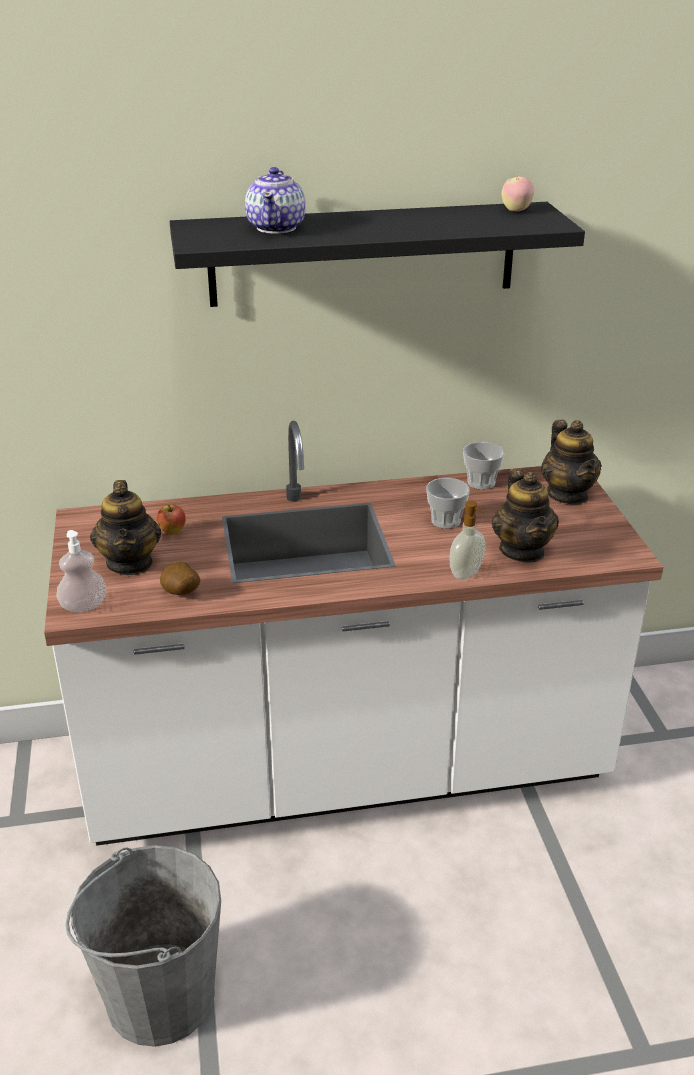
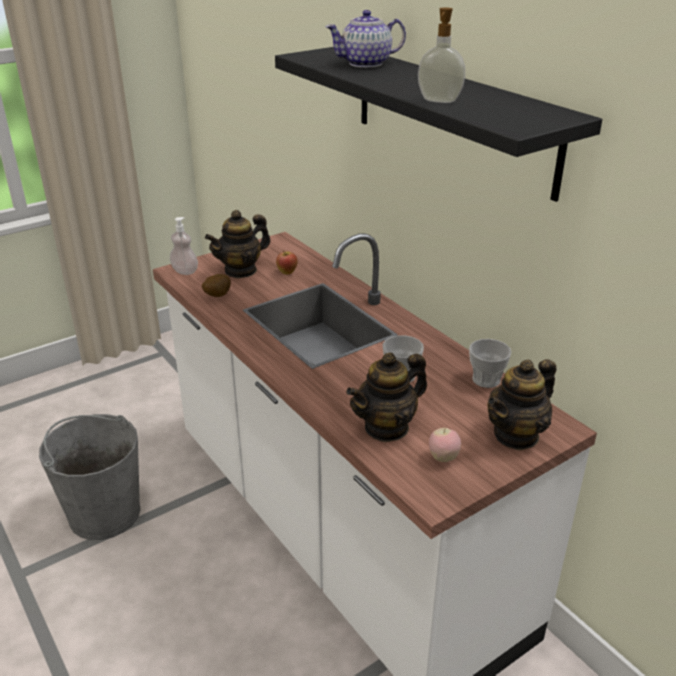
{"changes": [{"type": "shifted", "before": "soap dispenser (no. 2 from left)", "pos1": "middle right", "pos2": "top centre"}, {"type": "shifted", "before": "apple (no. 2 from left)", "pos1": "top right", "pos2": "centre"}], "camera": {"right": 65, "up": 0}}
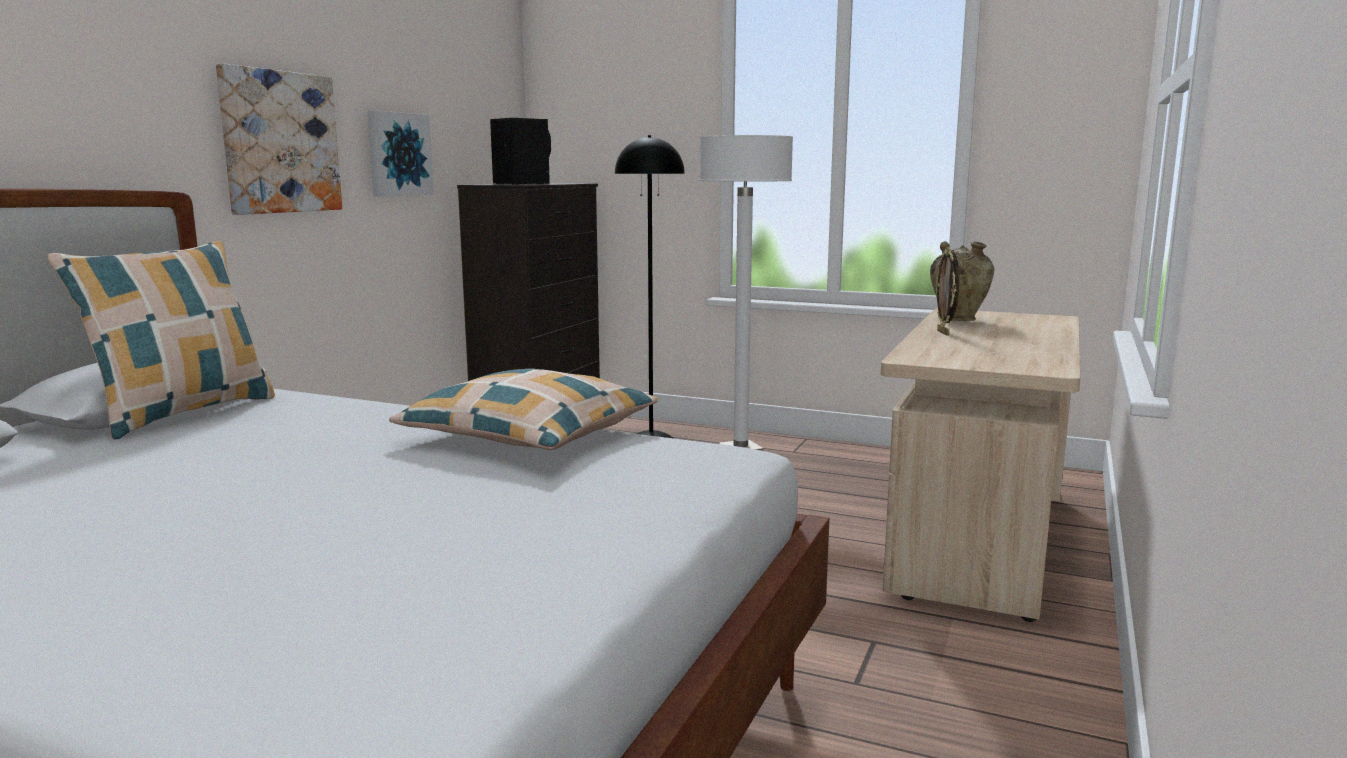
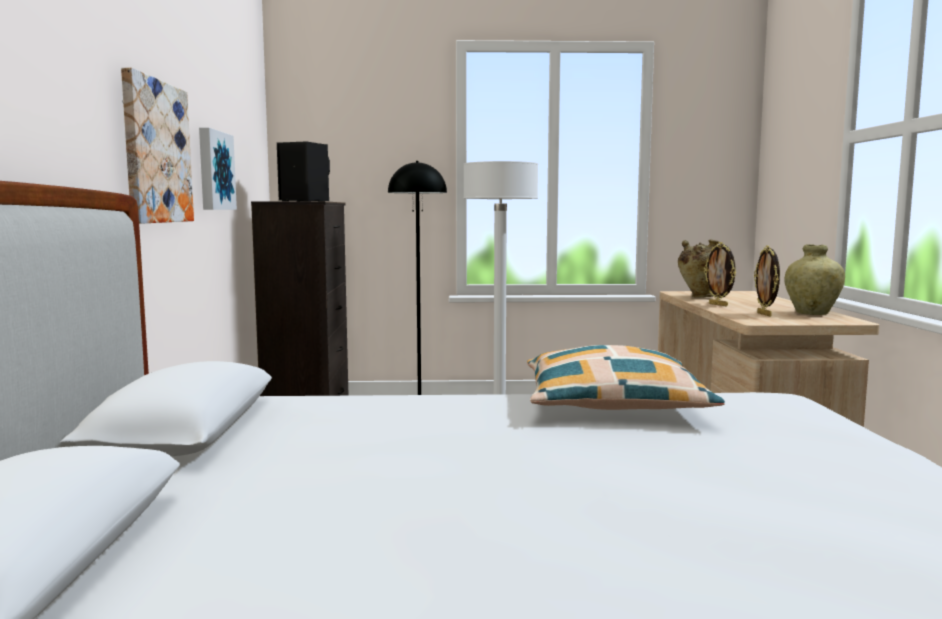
{"changes": [{"type": "gone", "before": "pillow (no. 1 from left)", "pos1": "middle left"}, {"type": "new", "after": "picture frame (no. 2 from left)", "pos2": "middle right"}, {"type": "new", "after": "beige vase (no. 2 from left)", "pos2": "middle right"}], "camera": {"right": -25, "up": -5}}
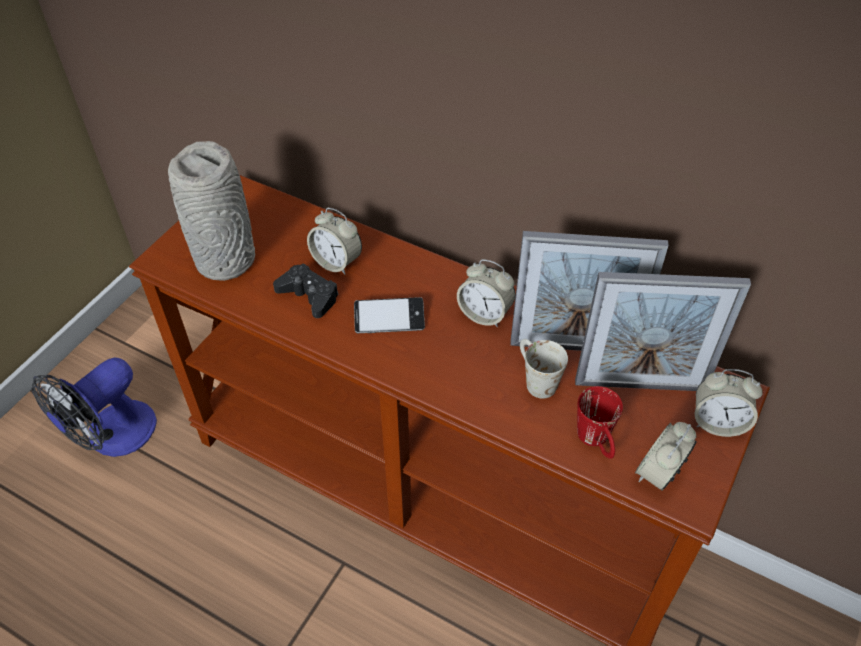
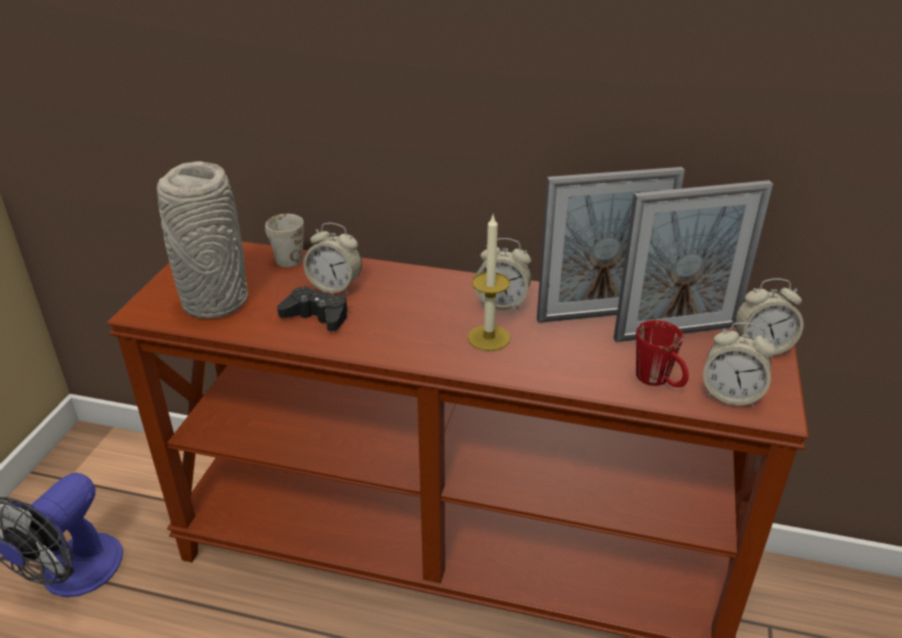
{"changes": [{"type": "gone", "before": "phone", "pos1": "centre"}, {"type": "new", "after": "candle", "pos2": "centre"}, {"type": "shifted", "before": "white mug", "pos1": "centre", "pos2": "middle left"}, {"type": "rotated", "before": "alarm clock (no. 3 from left)", "pos1": "bottom right", "pos2": "middle right", "turn": -90}], "camera": {"right": -15, "up": -15}}
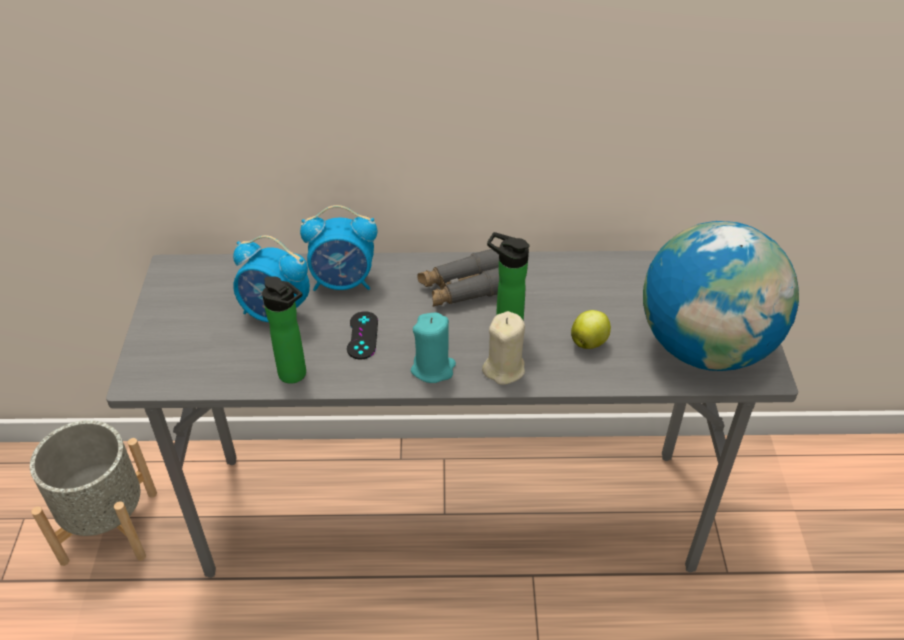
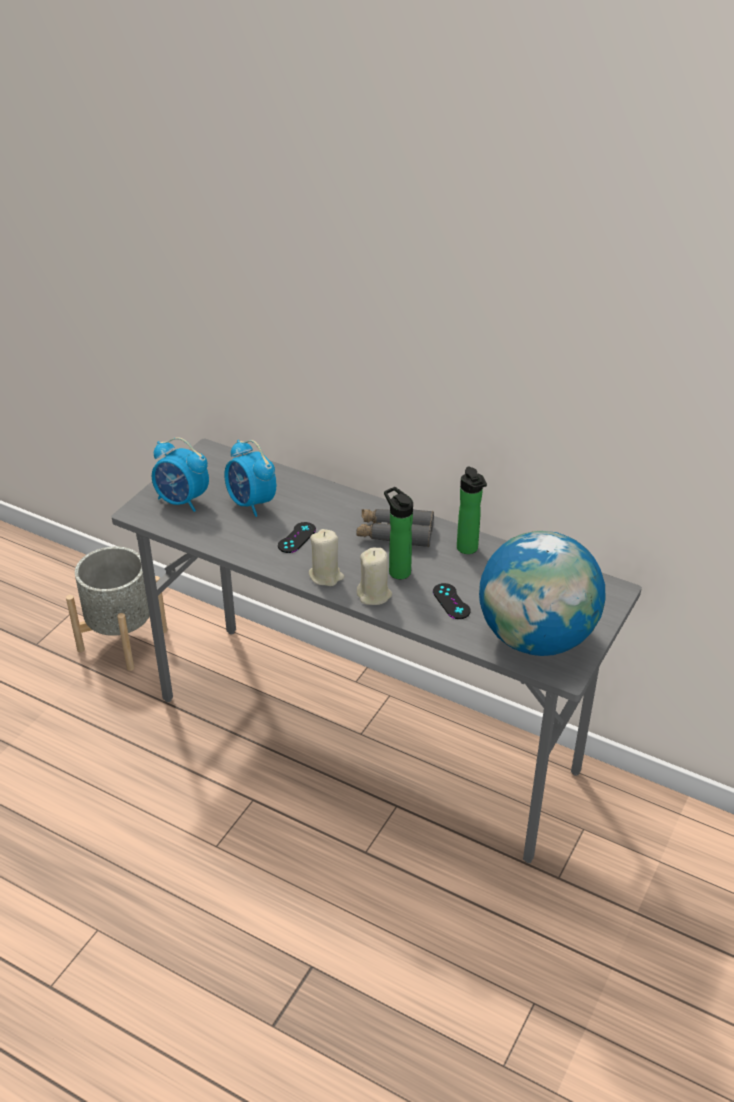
{"changes": [{"type": "shifted", "before": "bottle (no. 1 from left in the first image)", "after": "bottle (no. 2 from left)", "pos1": "middle left", "pos2": "centre"}, {"type": "shifted", "before": "alarm clock (no. 2 from left in the first image)", "after": "alarm clock (no. 1 from left)", "pos1": "centre", "pos2": "middle left"}, {"type": "swapped", "before": "apple", "after": "black game controller (no. 2 from left)", "pos1": "centre", "pos2": "centre"}, {"type": "repainted", "before": "turquoise candle", "after": "beige candle (no. 1 from left)", "pos1": "centre", "pos2": "centre"}], "camera": {"right": 30, "up": -5}}
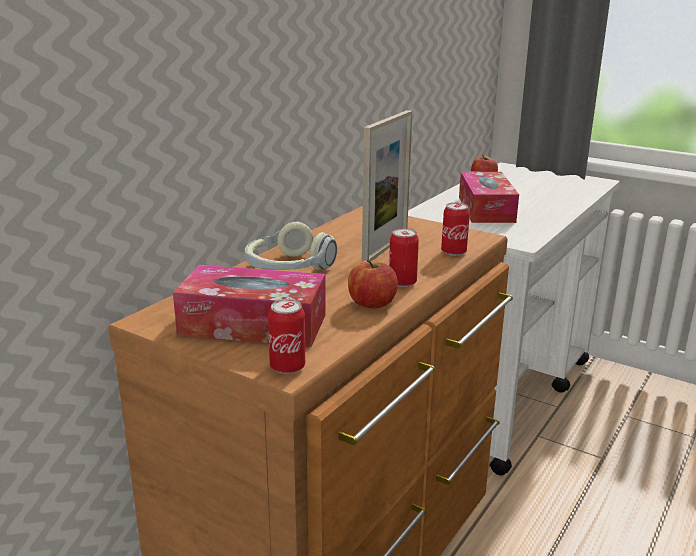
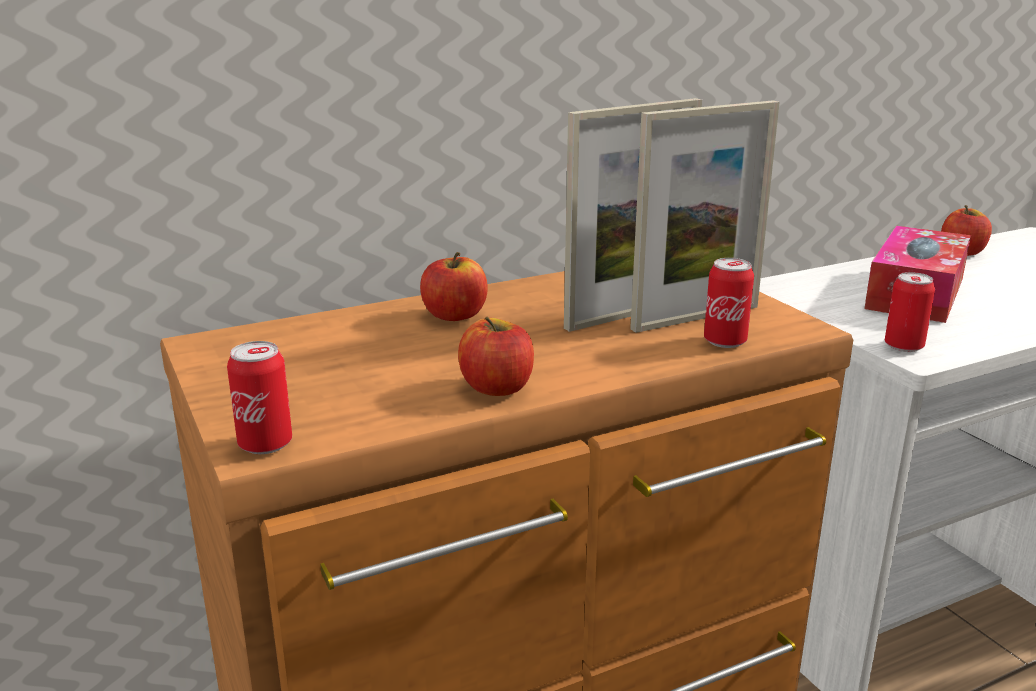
{"changes": [{"type": "gone", "before": "tissue box (no. 1 from left)", "pos1": "centre"}, {"type": "new", "after": "picture frame (no. 2 from left)", "pos2": "top right"}, {"type": "shifted", "before": "can (no. 2 from left in the first image)", "after": "can (no. 3 from left)", "pos1": "centre", "pos2": "middle right"}, {"type": "swapped", "before": "headphones", "after": "apple (no. 1 from left)", "pos1": "centre", "pos2": "centre"}], "camera": {"right": 30, "up": 0}}
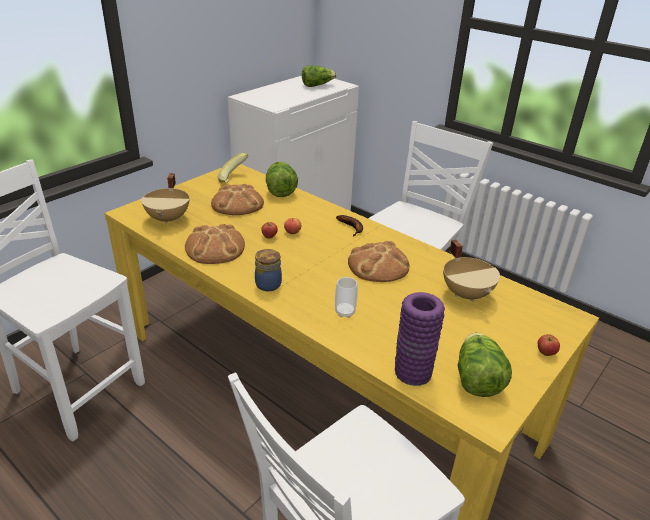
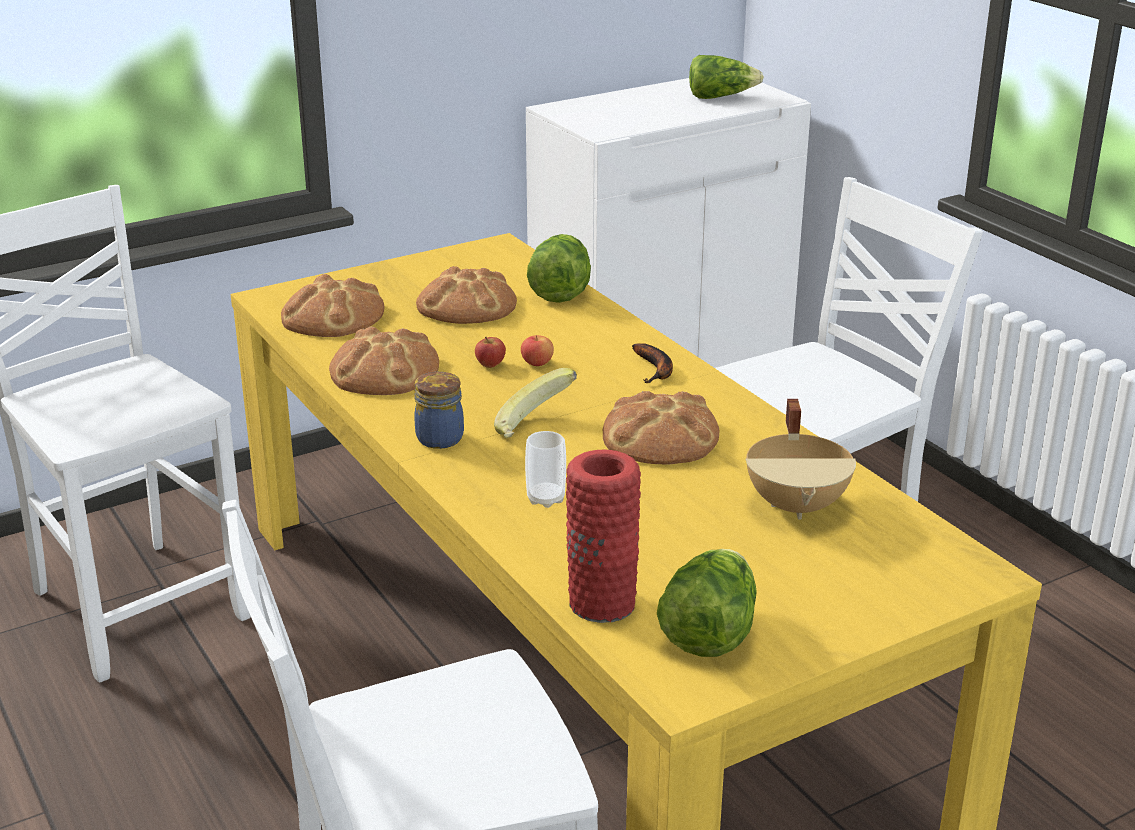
{"changes": [{"type": "gone", "before": "apple (no. 3 from left)", "pos1": "middle right"}, {"type": "shifted", "before": "banana (no. 1 from left)", "pos1": "top centre", "pos2": "centre"}, {"type": "swapped", "before": "beige cooking pot (no. 1 from left)", "after": "bread (no. 1 from left)", "pos1": "middle left", "pos2": "middle left"}, {"type": "repainted", "before": "purple vase", "after": "red vase", "pos1": "centre", "pos2": "centre"}], "camera": {"right": 20, "up": -5}}
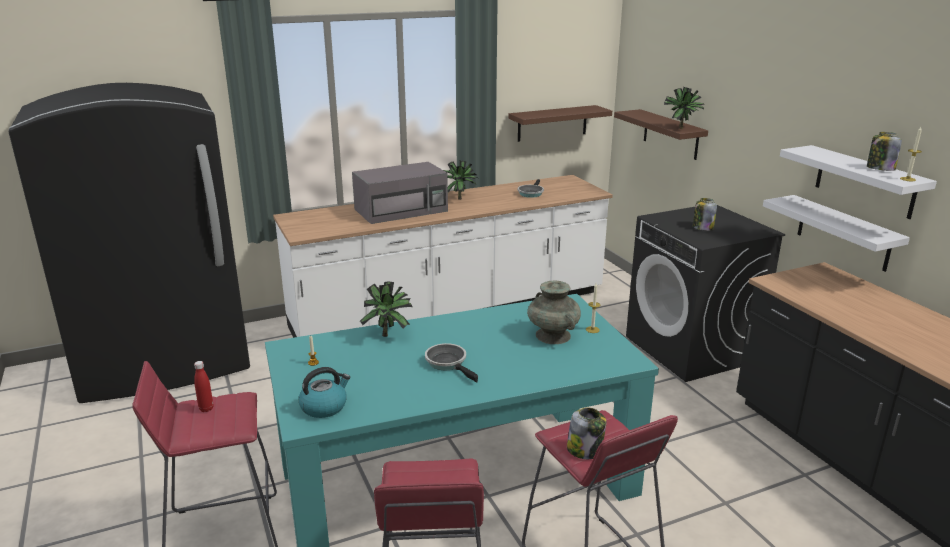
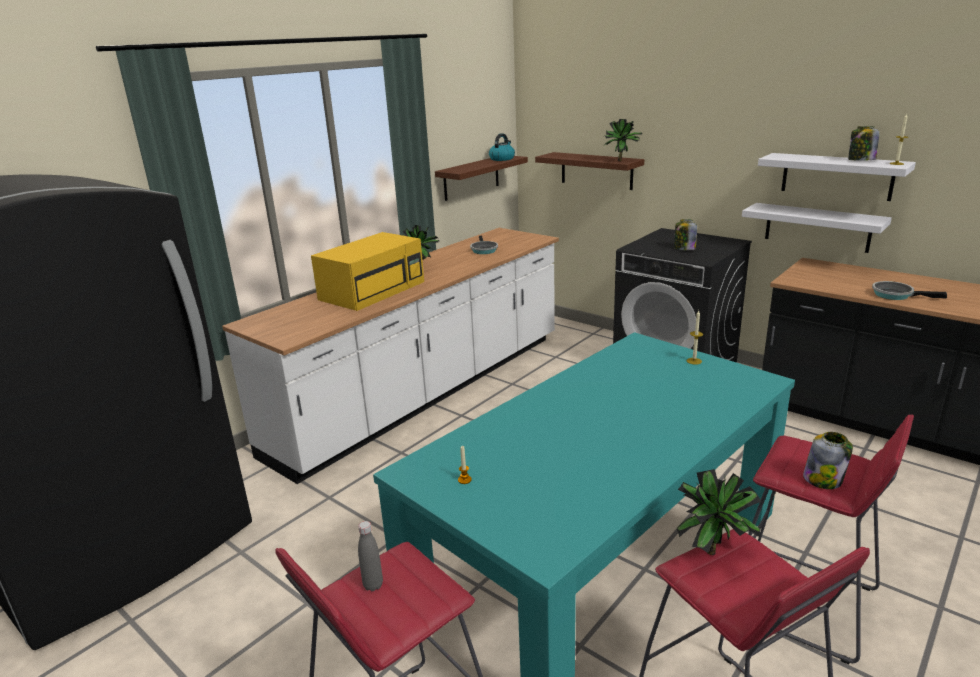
{"changes": [{"type": "gone", "before": "turquoise vase", "pos1": "centre"}, {"type": "shifted", "before": "kettle", "pos1": "bottom centre", "pos2": "top centre"}, {"type": "shifted", "before": "potted plant (no. 1 from left in the first image)", "after": "potted plant (no. 3 from left)", "pos1": "centre", "pos2": "bottom right"}, {"type": "shifted", "before": "frying pan (no. 1 from left in the first image)", "after": "frying pan (no. 2 from left)", "pos1": "centre", "pos2": "middle right"}, {"type": "repainted", "before": "red bottle", "after": "grey bottle", "pos1": "bottom left", "pos2": "bottom centre"}, {"type": "repainted", "before": "grey microwave", "after": "yellow microwave", "pos1": "centre", "pos2": "centre"}], "camera": {"right": -25, "up": 0}}
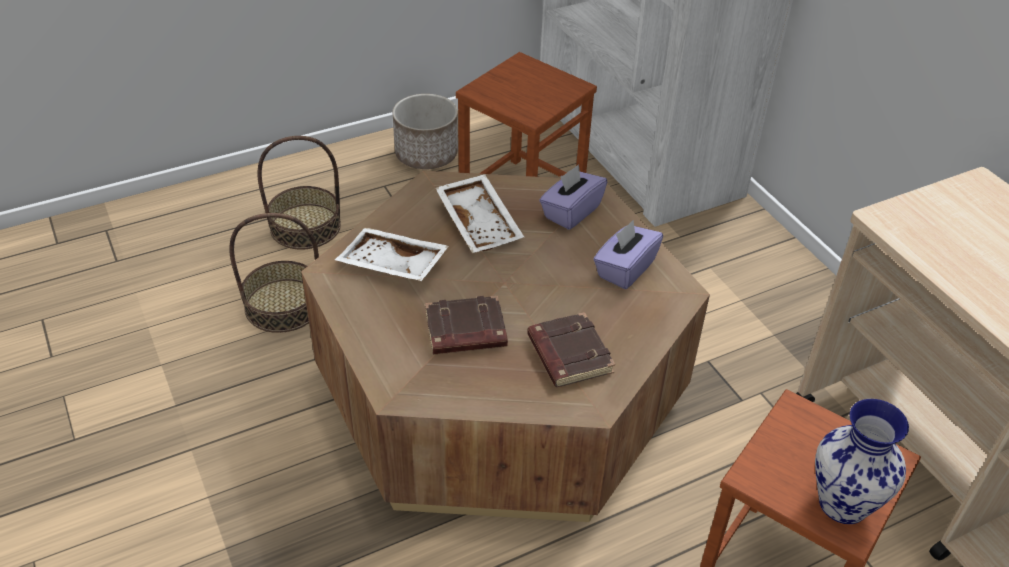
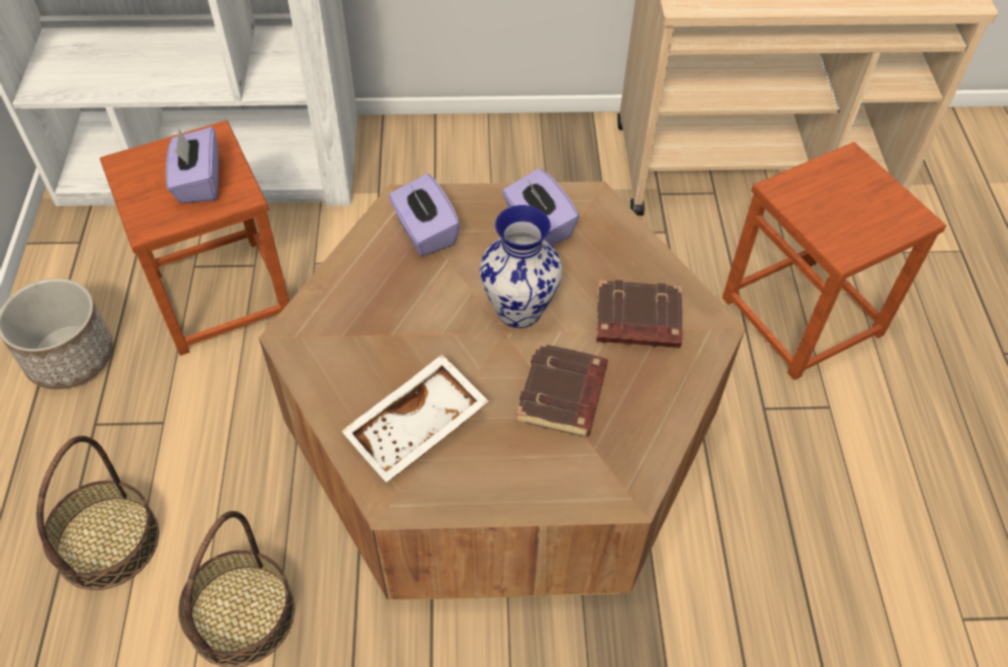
{"changes": [{"type": "gone", "before": "white tray (no. 2 from left)", "pos1": "centre"}, {"type": "new", "after": "purple tissue box (no. 1 from left)", "pos2": "top left"}, {"type": "shifted", "before": "vase", "pos1": "bottom right", "pos2": "centre"}], "camera": {"right": -65, "up": 10}}
